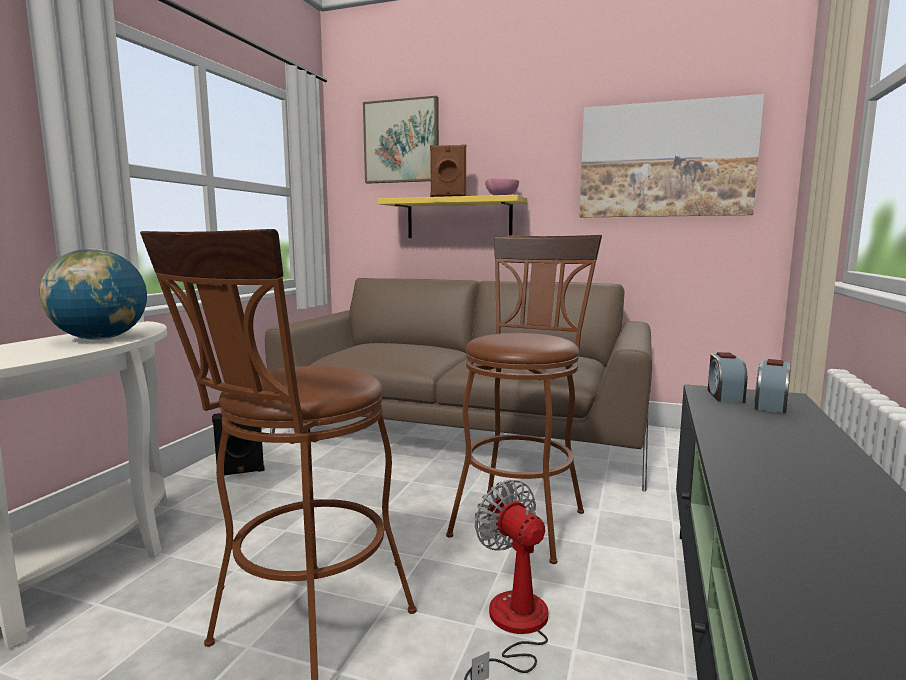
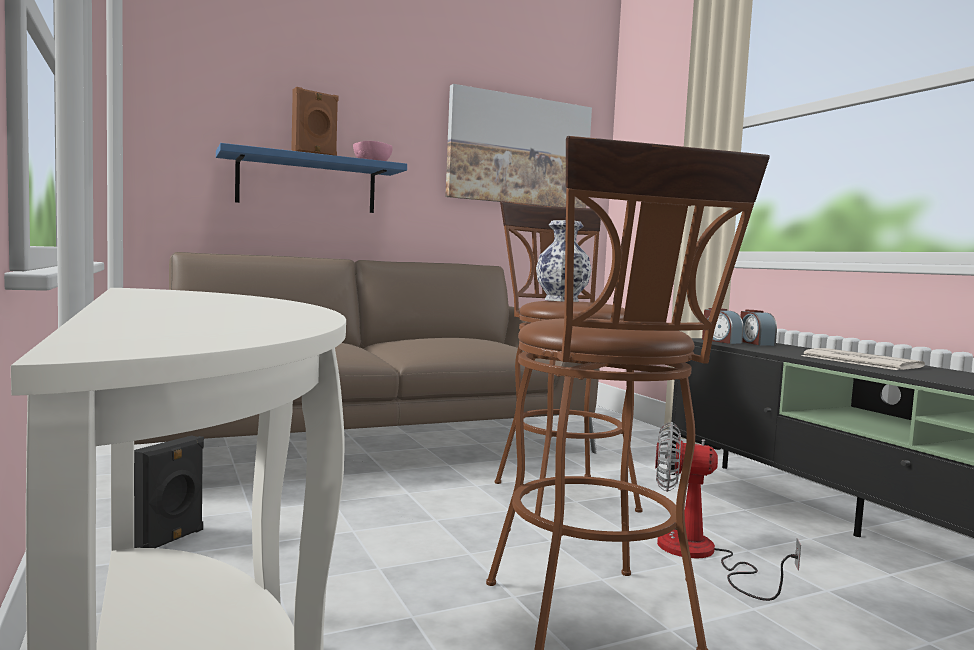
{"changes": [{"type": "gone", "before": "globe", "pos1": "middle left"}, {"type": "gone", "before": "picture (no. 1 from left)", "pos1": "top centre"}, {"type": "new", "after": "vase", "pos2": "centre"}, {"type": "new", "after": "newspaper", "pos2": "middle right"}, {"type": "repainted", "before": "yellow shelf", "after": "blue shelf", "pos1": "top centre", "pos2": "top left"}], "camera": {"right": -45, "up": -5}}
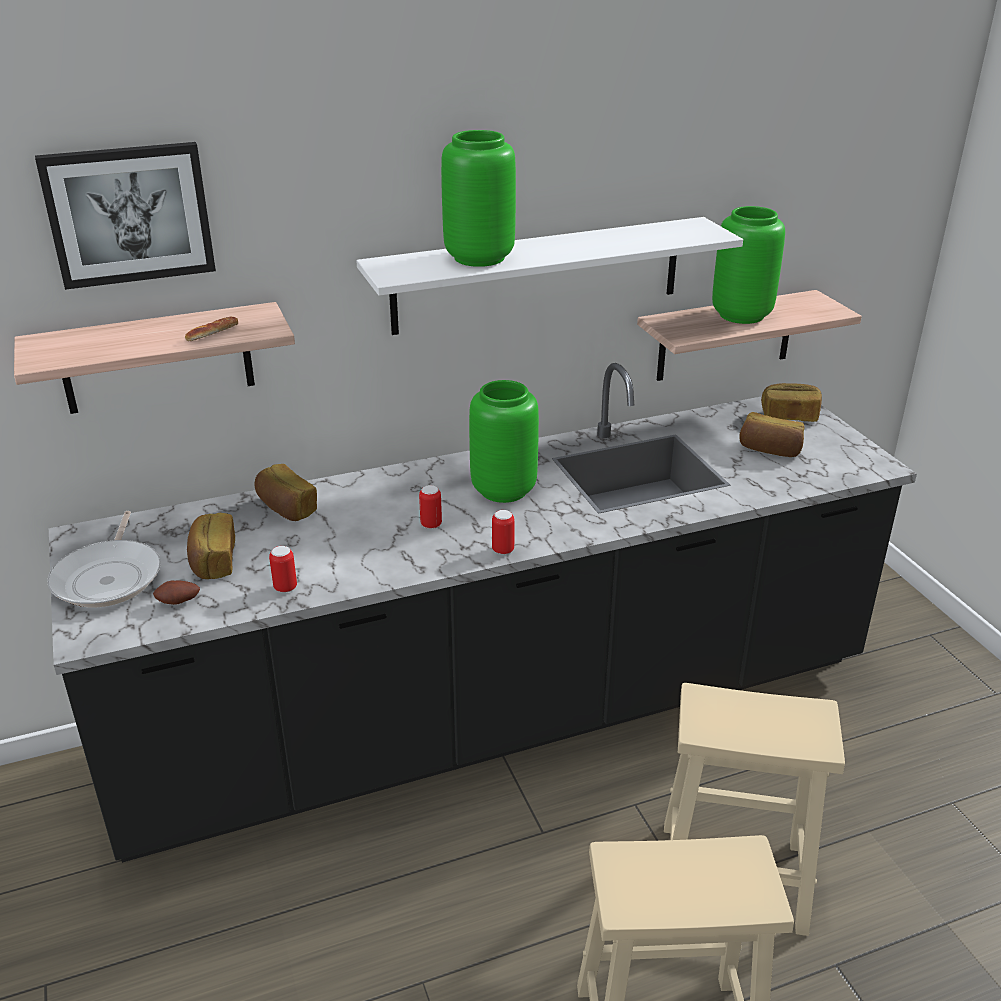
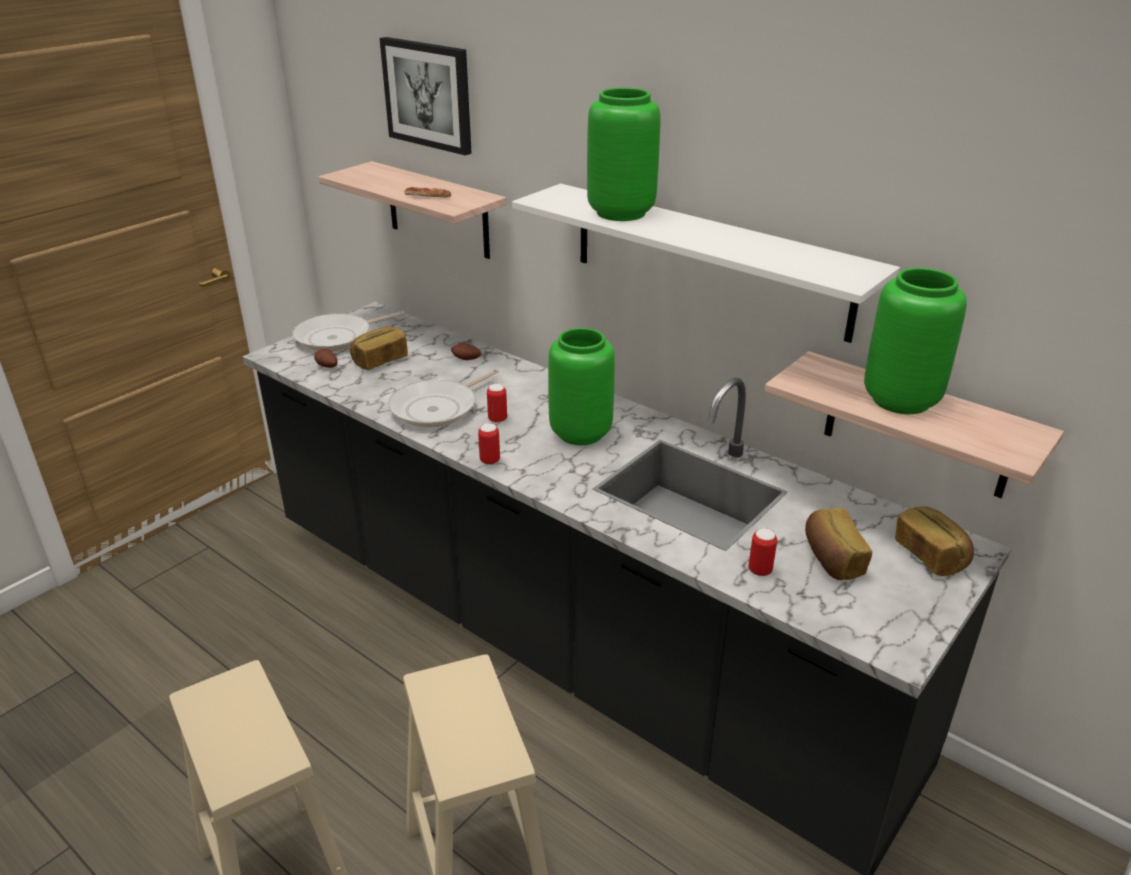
{"changes": [{"type": "new", "after": "frying pan (no. 2 from left)", "pos2": "centre"}, {"type": "shifted", "before": "can (no. 1 from left in the first image)", "after": "can (no. 3 from left)", "pos1": "middle left", "pos2": "middle right"}, {"type": "swapped", "before": "bread (no. 3 from left)", "after": "potato (no. 2 from left)", "pos1": "middle left", "pos2": "centre"}], "camera": {"right": 60, "up": 0}}
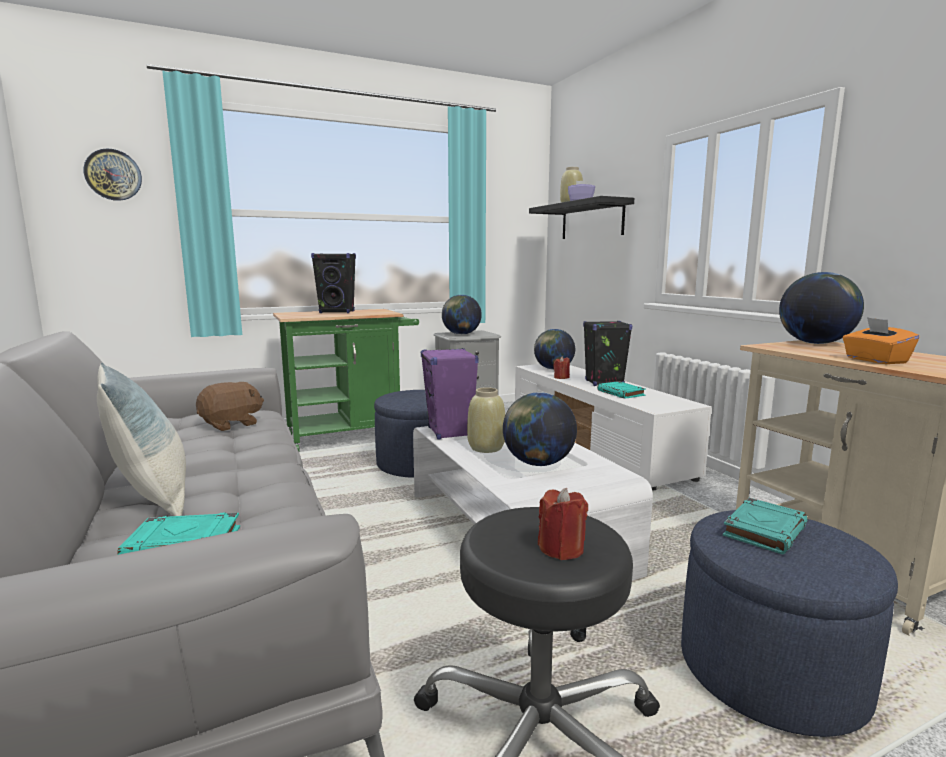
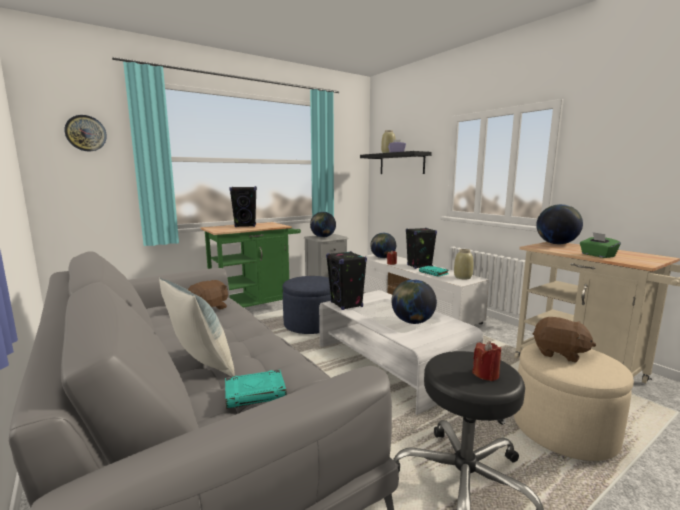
{"changes": [{"type": "shifted", "before": "beige vase (no. 1 from left in the first image)", "after": "beige vase (no. 2 from left)", "pos1": "centre", "pos2": "middle right"}, {"type": "swapped", "before": "turquoise book (no. 3 from left)", "after": "brown plush toy (no. 2 from left)", "pos1": "bottom right", "pos2": "middle right"}, {"type": "repainted", "before": "purple speaker", "after": "black speaker (no. 2 from left)", "pos1": "centre", "pos2": "centre"}, {"type": "repainted", "before": "blue ottoman (no. 2 from left)", "after": "beige ottoman", "pos1": "bottom right", "pos2": "bottom right"}, {"type": "repainted", "before": "orange tissue box", "after": "green tissue box", "pos1": "middle right", "pos2": "middle right"}], "camera": {"right": -10, "up": 0}}
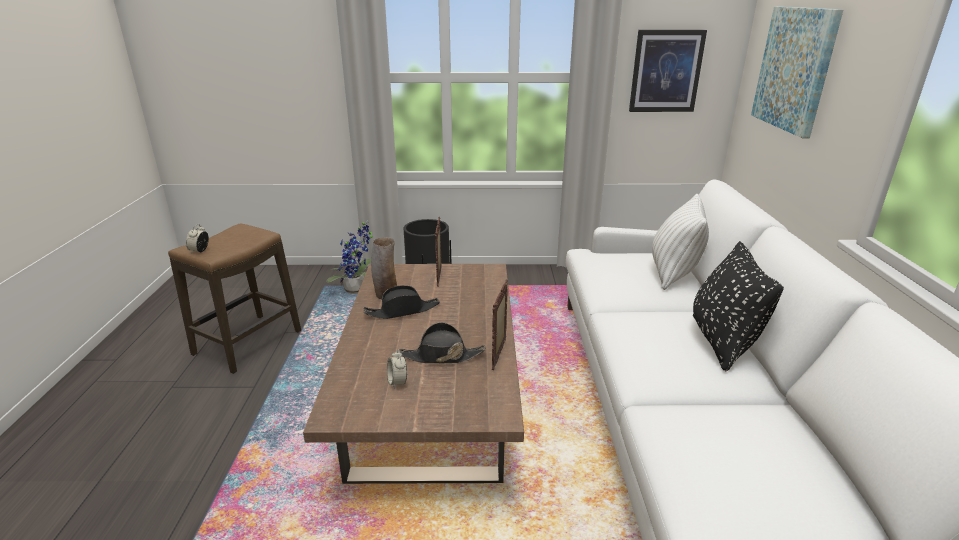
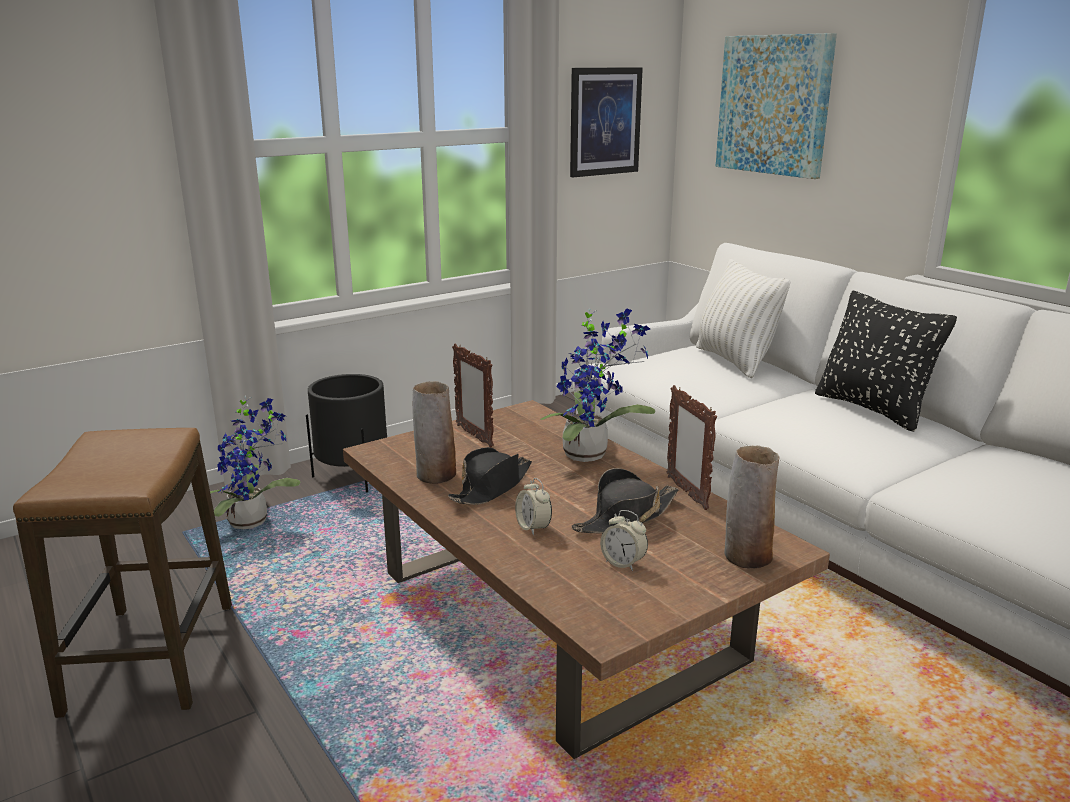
{"changes": [{"type": "new", "after": "potted plant (no. 2 from left)", "pos2": "centre"}, {"type": "new", "after": "vase (no. 2 from left)", "pos2": "middle right"}, {"type": "shifted", "before": "alarm clock (no. 1 from left)", "pos1": "middle left", "pos2": "centre"}], "camera": {"right": -35, "up": -5}}
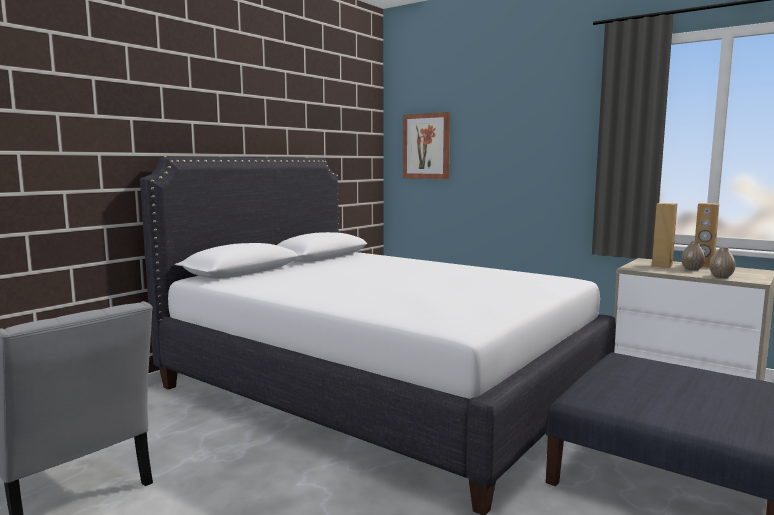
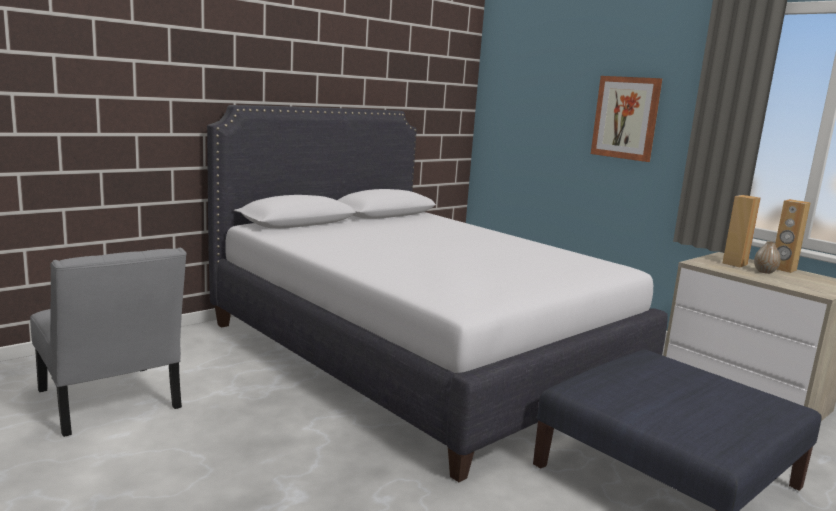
{"changes": [{"type": "gone", "before": "vase (no. 2 from left)", "pos1": "middle right"}, {"type": "shifted", "before": "picture", "pos1": "top centre", "pos2": "top right"}], "camera": {"right": 10, "up": 5}}
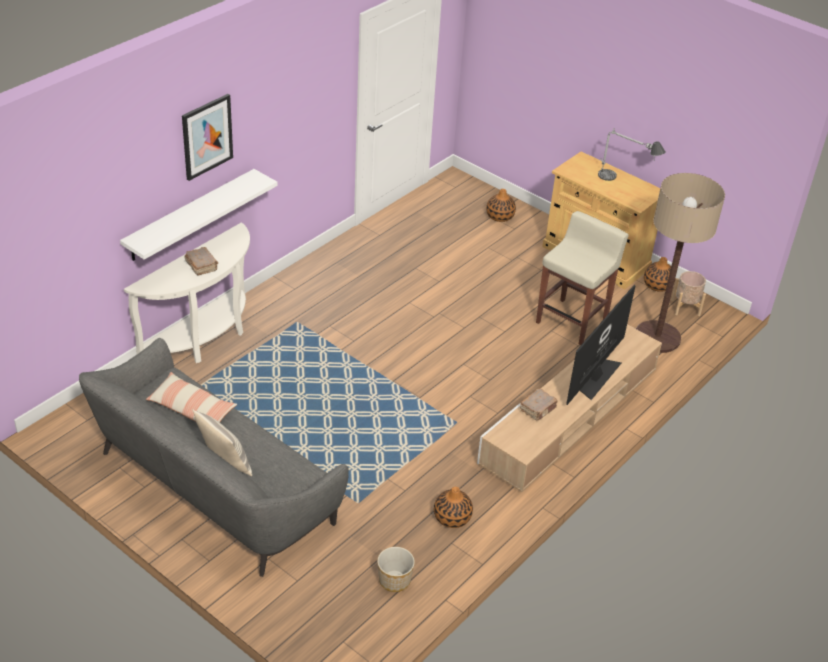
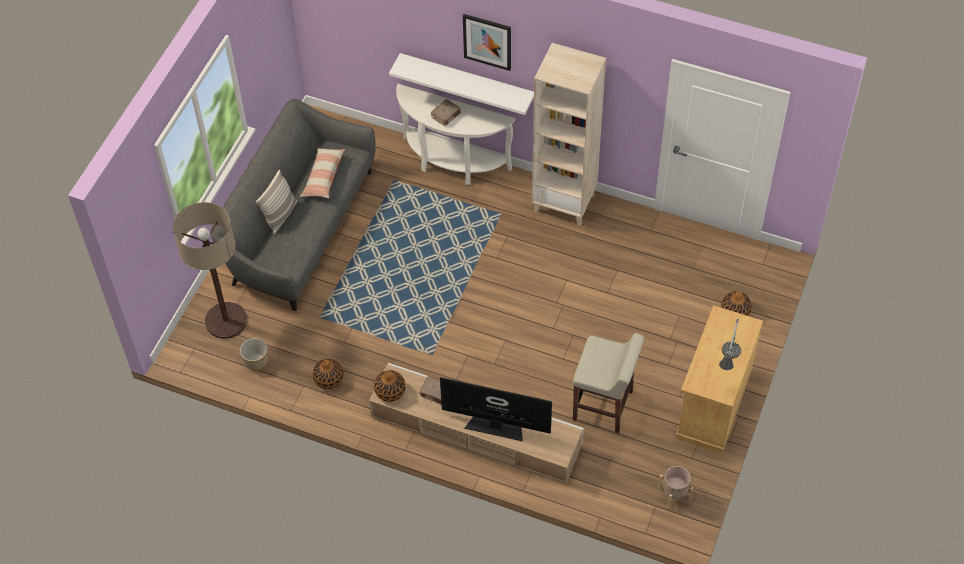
{"changes": [{"type": "new", "after": "beige bookcase", "pos2": "top centre"}, {"type": "shifted", "before": "floor lamp", "pos1": "middle right", "pos2": "middle left"}, {"type": "shifted", "before": "vase (no. 3 from left in the first image)", "after": "vase (no. 2 from left)", "pos1": "middle right", "pos2": "bottom centre"}], "camera": {"right": 75, "up": 15}}
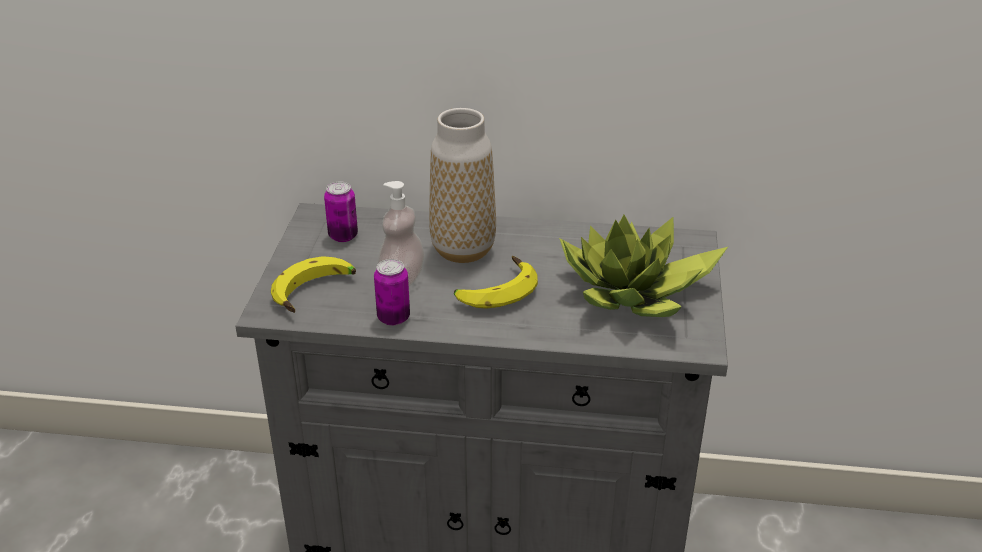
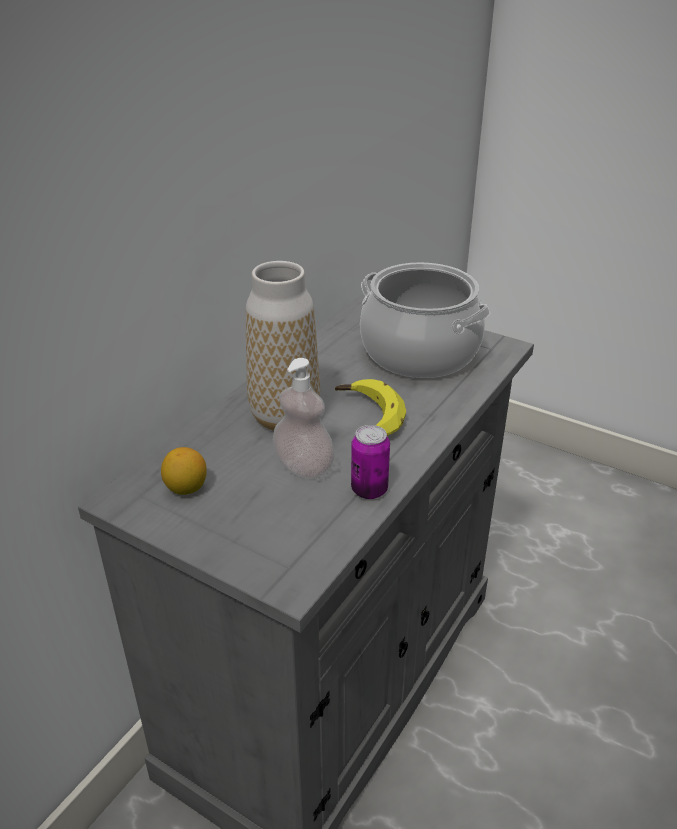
{"changes": [{"type": "gone", "before": "banana (no. 1 from left)", "pos1": "middle left"}, {"type": "swapped", "before": "can (no. 1 from left)", "after": "lemon", "pos1": "centre", "pos2": "middle left"}, {"type": "swapped", "before": "potted plant", "after": "cooking pot", "pos1": "centre", "pos2": "centre"}], "camera": {"right": -65, "up": 0}}
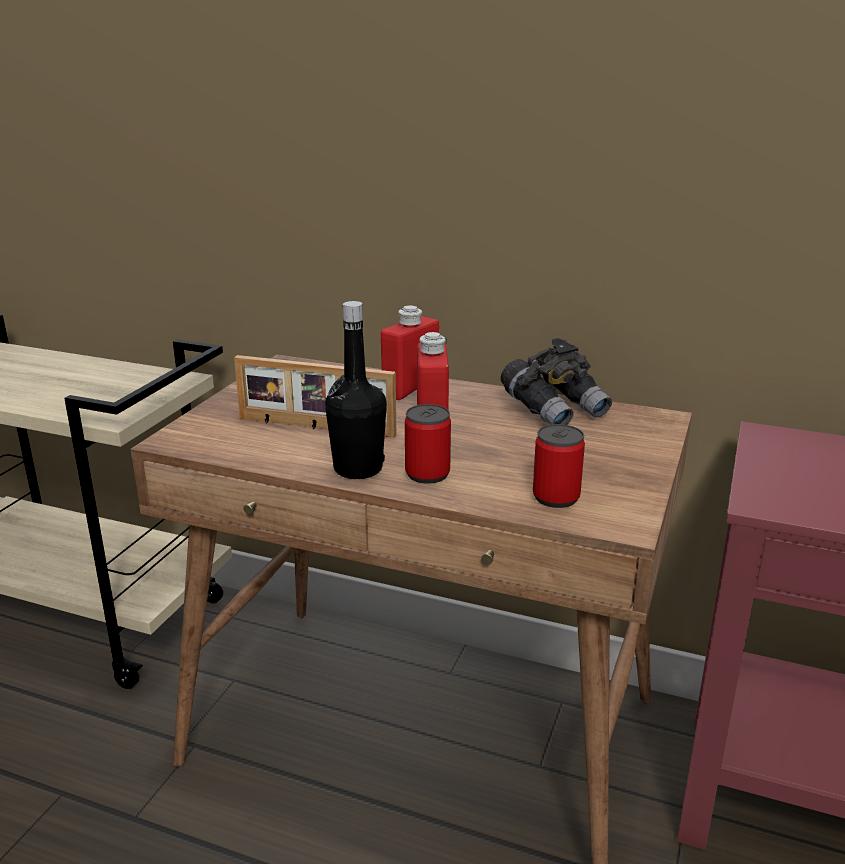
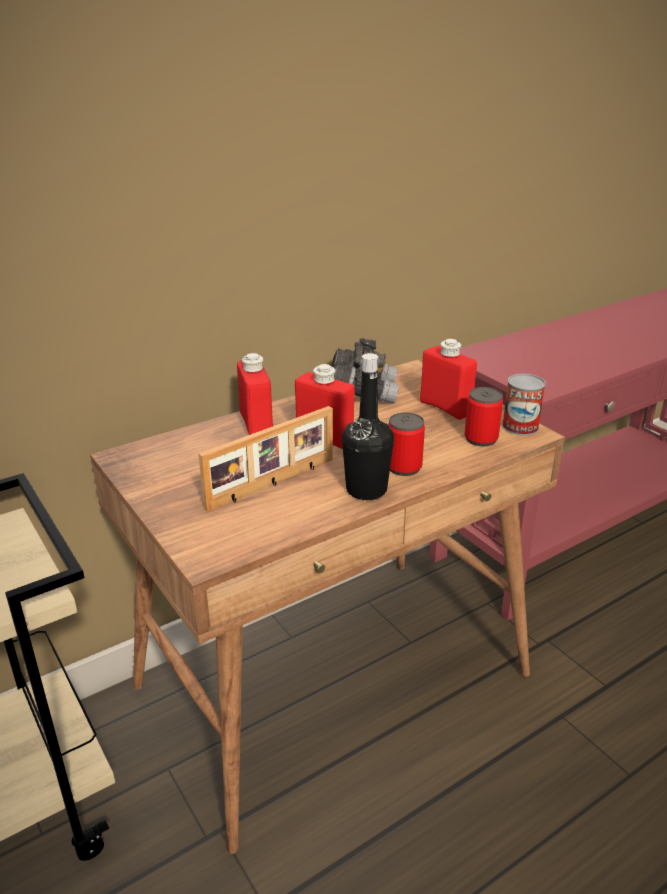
{"changes": [{"type": "new", "after": "red bottle (no. 3 from left)", "pos2": "middle right"}, {"type": "new", "after": "can (no. 3 from left)", "pos2": "middle right"}], "camera": {"right": -55, "up": 5}}
